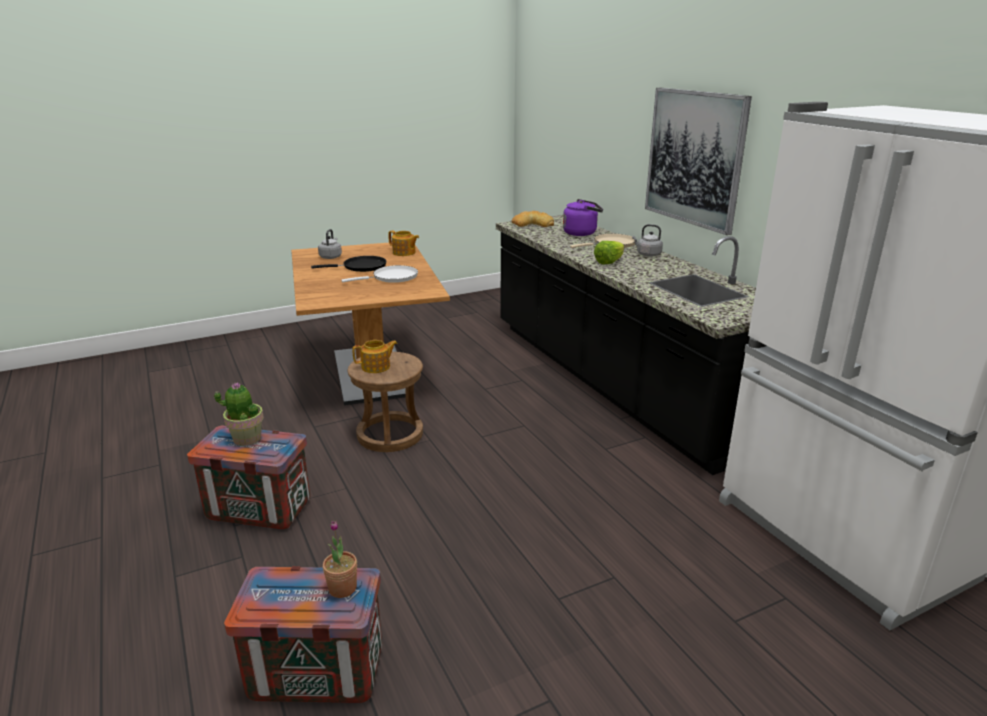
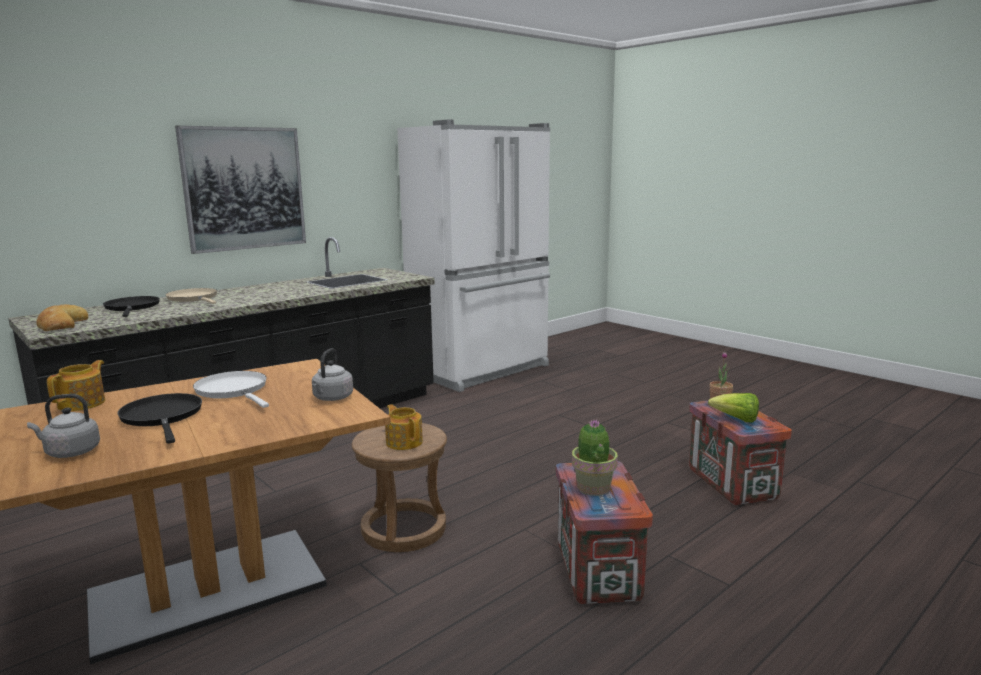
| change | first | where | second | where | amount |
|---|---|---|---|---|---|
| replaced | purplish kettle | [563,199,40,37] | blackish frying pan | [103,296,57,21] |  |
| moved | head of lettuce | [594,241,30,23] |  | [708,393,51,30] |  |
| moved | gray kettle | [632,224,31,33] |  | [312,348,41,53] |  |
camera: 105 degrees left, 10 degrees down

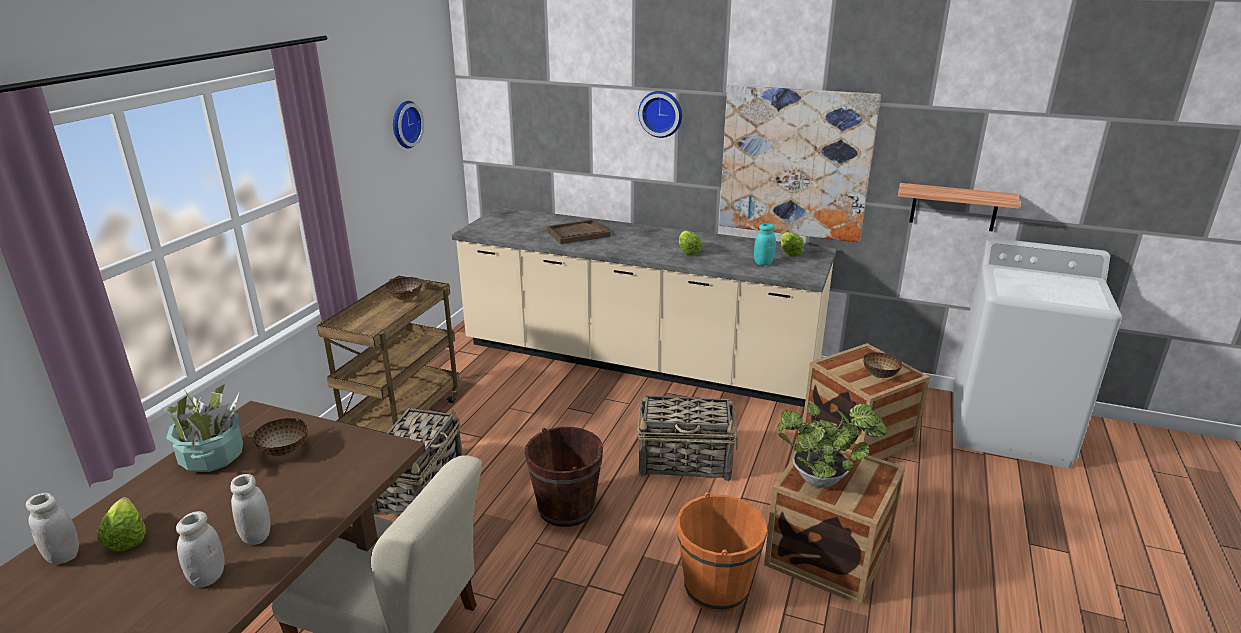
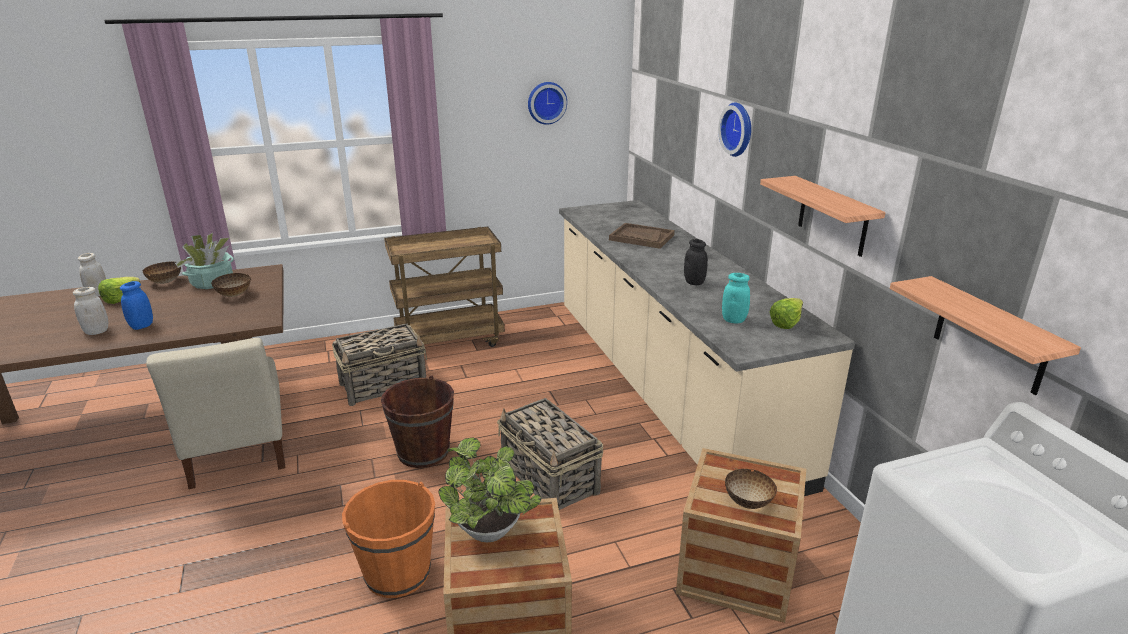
| change | first | where | second | where | amount |
|---|---|---|---|---|---|
| recoloured | white-coloured preserve jar | [230,474,40,71] | bluish preserve jar | [120,281,33,49] |  |
| moved | bowl | [386,277,36,23] |  | [143,262,38,22] |  |
| replaced | head of lettuce | [679,231,22,24] | blackish preserve jar | [684,239,24,46] |  |
| replaced | picture | [719,85,162,157] | wall shelf | [760,176,126,81] |  |
camera: 50 degrees right, 0 degrees up

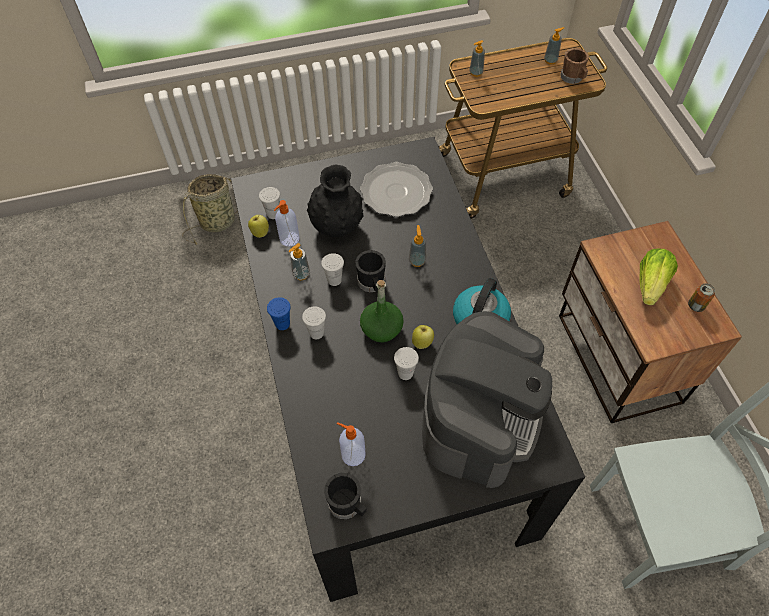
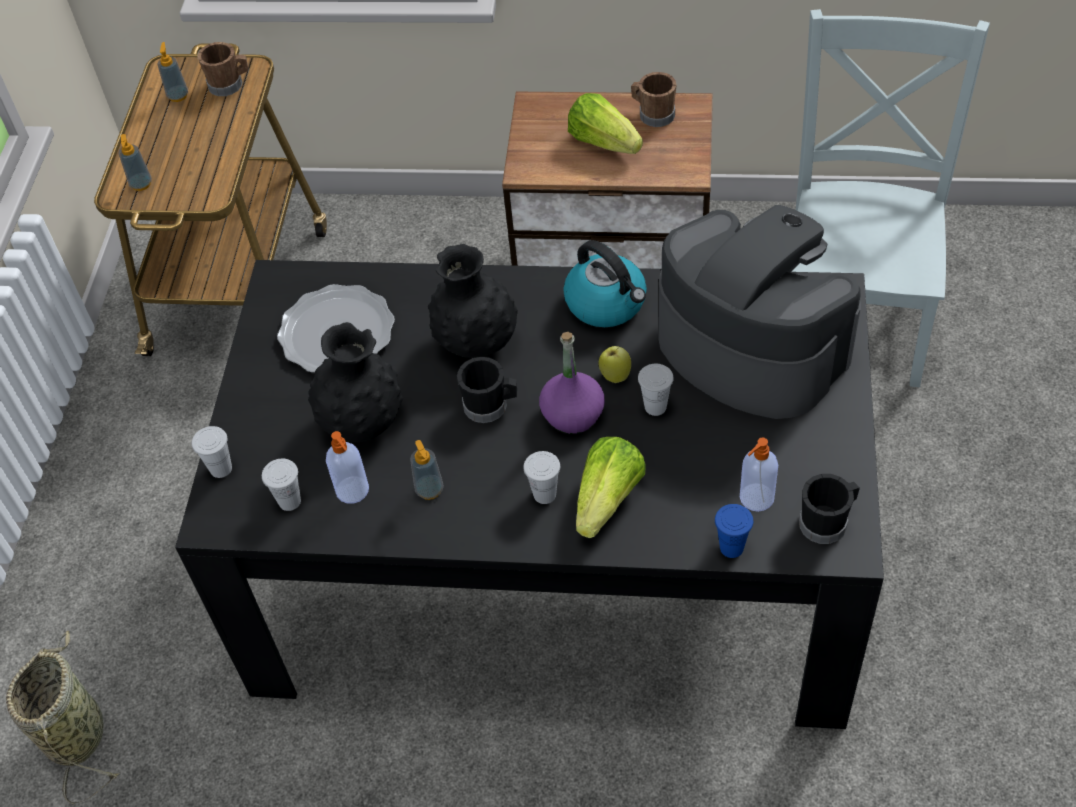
| change | first | where | second | where | amount |
|---|---|---|---|---|---|
| removed | apple | [248,215,21,23] |  |  |  |
| moved | bluish drinking cup | [267,297,24,33] |  | [715,504,38,54] |  |
| moved | white-coloured drinking cup | [321,253,23,33] |  | [192,426,40,52] |  |
| recoloured | green drink bottle | [360,280,44,63] | purplish drink bottle | [539,332,66,102] |  |
| replaced | liquid soap bottle | [409,225,17,42] | blackish vase | [428,244,90,114] |  |
| replaced | sealed can | [688,283,27,29] | brown coffee mug | [631,72,45,55] |  |
| added |  |  | head of lettuce | [576,437,69,101] |  |
camera: 65 degrees left, 5 degrees down

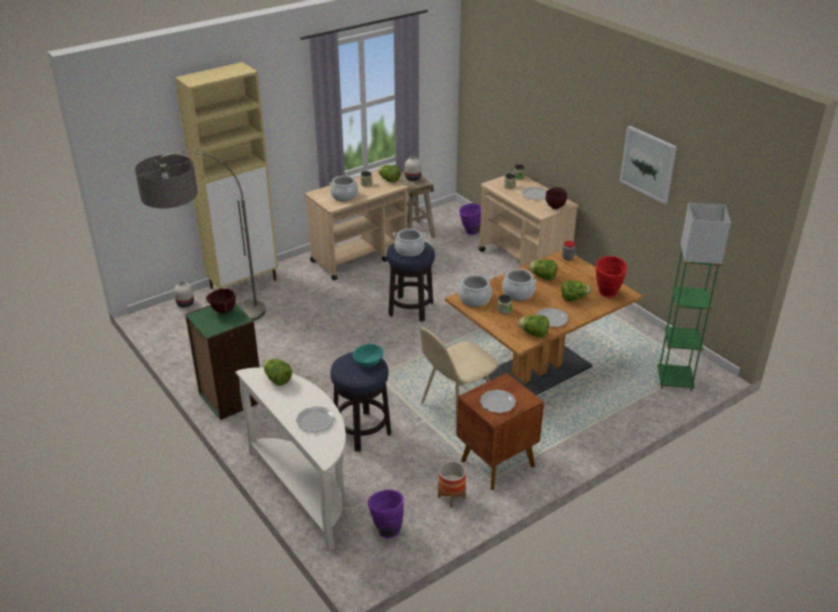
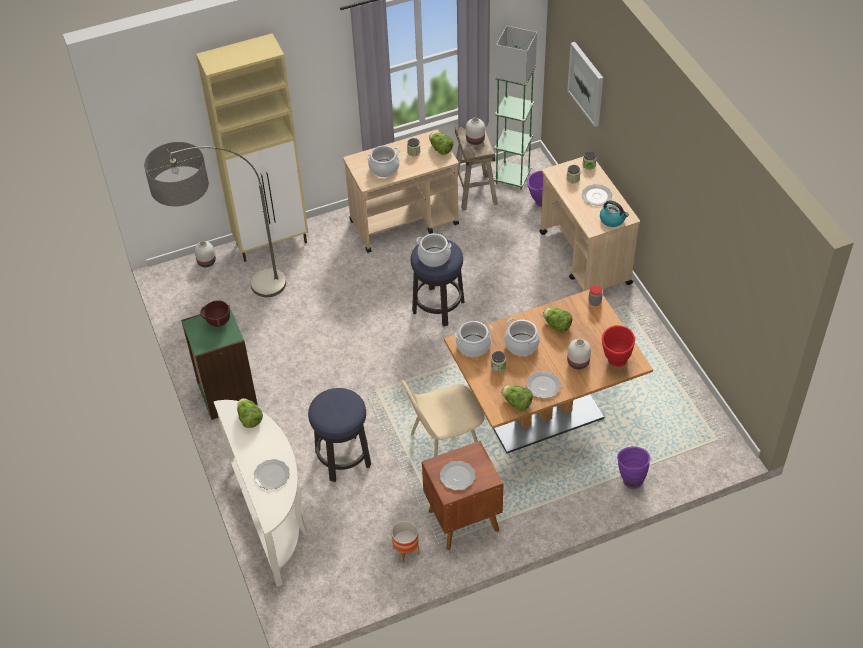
| change | first | where | second | where | amount |
|---|---|---|---|---|---|
| removed | blue-green bowl | [353,344,31,23] |  |  |  |
| moved | purplish vase | [368,489,36,49] |  | [617,446,34,43] |  |
| replaced | brown bowl | [546,187,21,22] | kettle | [600,200,29,27] |  |
| replaced | head of lettuce | [561,280,30,22] | white-coloured vase | [567,339,24,30] |  |
| moved | picture | [620,126,57,77] |  | [567,42,36,85] |  |
| moved | green floor lamp | [657,203,74,188] |  | [494,26,43,164] |  |
camera: 15 degrees right, 15 degrees up

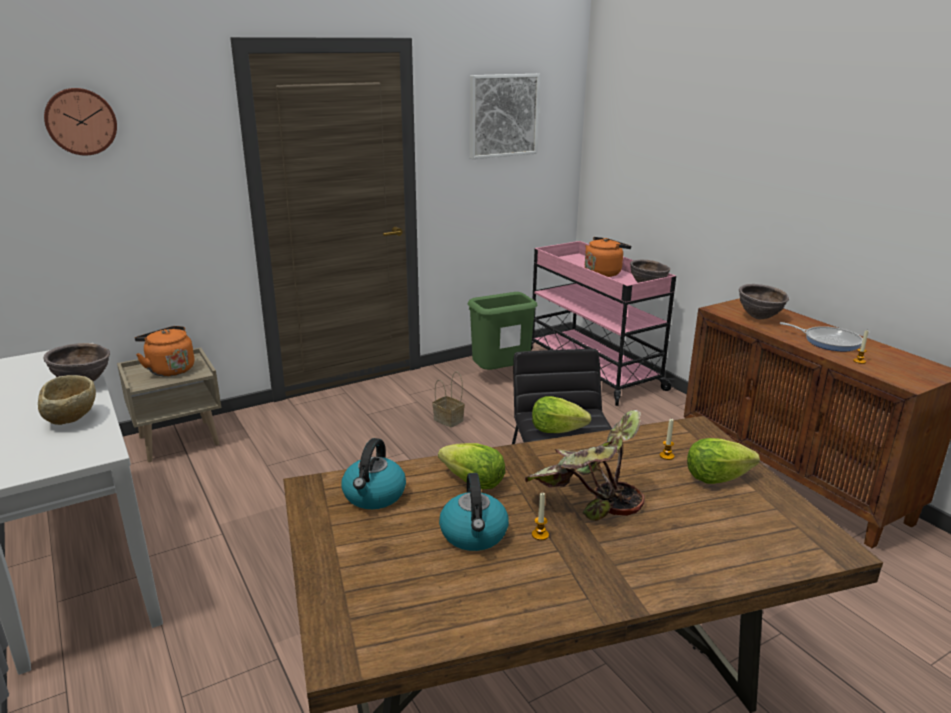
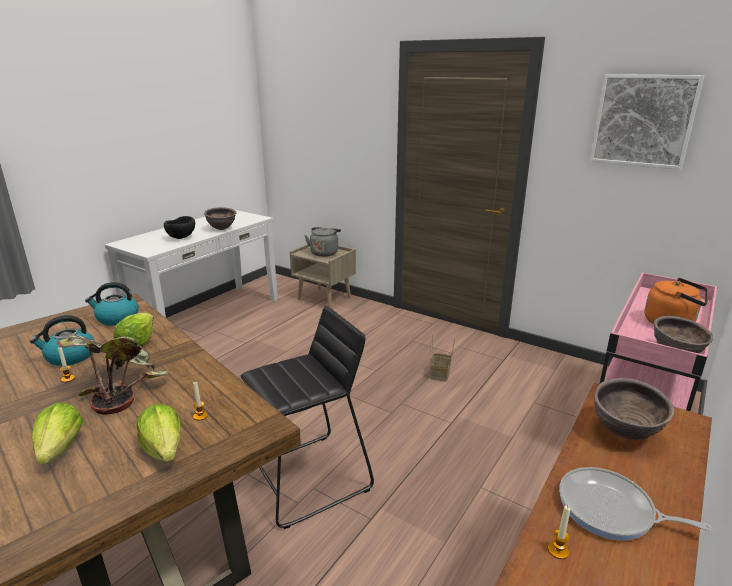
| change | first | where | second | where | amount |
|---|---|---|---|---|---|
| recoloured | beige bowl | [38,375,58,50] | blackish bowl | [164,216,31,23] |  |
| removed | hanging clock | [44,88,73,67] |  |  |  |
| recoloured | orange-coloured kettle | [135,326,59,50] | gray kettle | [305,227,36,30] |  |
| removed | green waste bin | [468,292,69,78] |  |  |  |
| moved | head of lettuce | [532,396,59,37] |  | [32,403,52,61] |  |
| turned | frying pan | [780,322,83,30] |  | [559,467,153,74] | 105 degrees clockwise |
camera: 65 degrees right, 0 degrees up

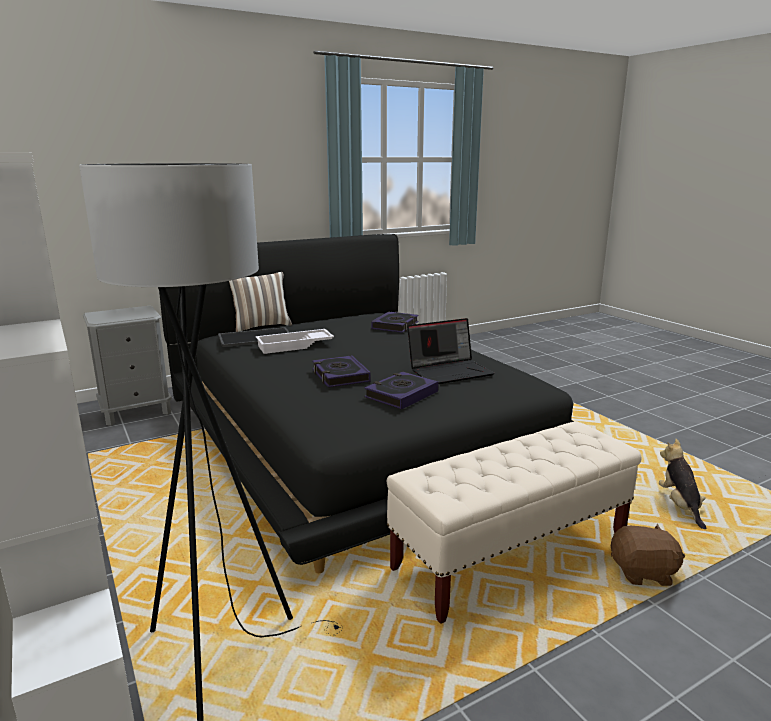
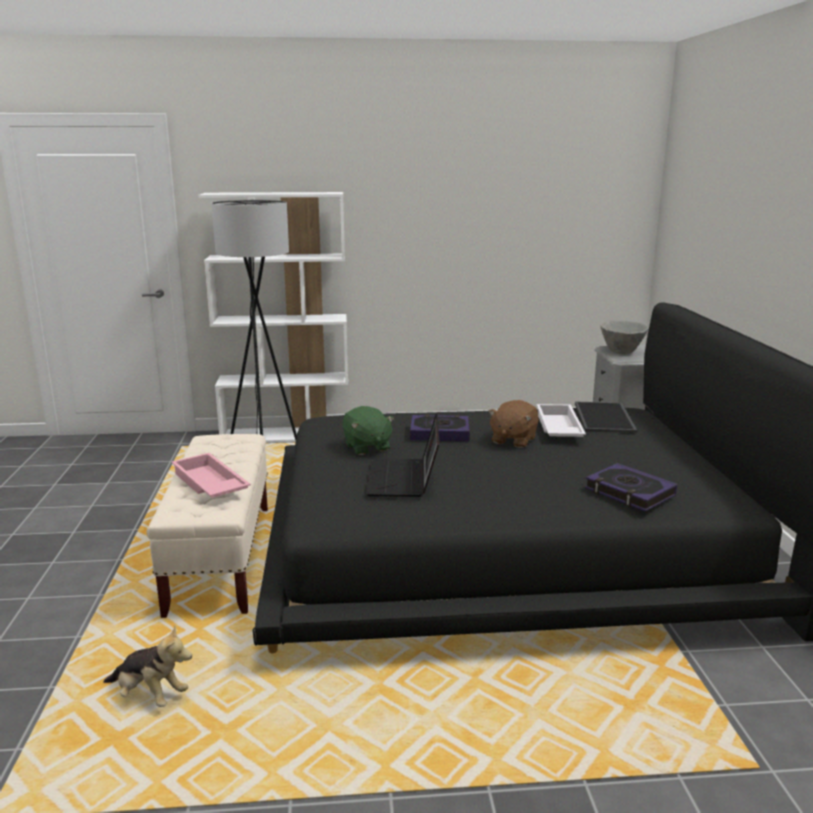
| change | first | where | second | where | amount |
|---|---|---|---|---|---|
| removed | throw pillow | [229,272,63,60] |  |  |  |
| replaced | volume | [364,372,75,38] | green soft toy | [343,406,52,49] |  |
| moved | brown soft toy | [611,523,74,63] |  | [488,400,51,48] |  |
| added |  |  | pink-coloured tray | [172,453,79,45] |  |
| added |  |  | gray bowl | [601,321,48,33] |  |
camera: 115 degrees right, 0 degrees up

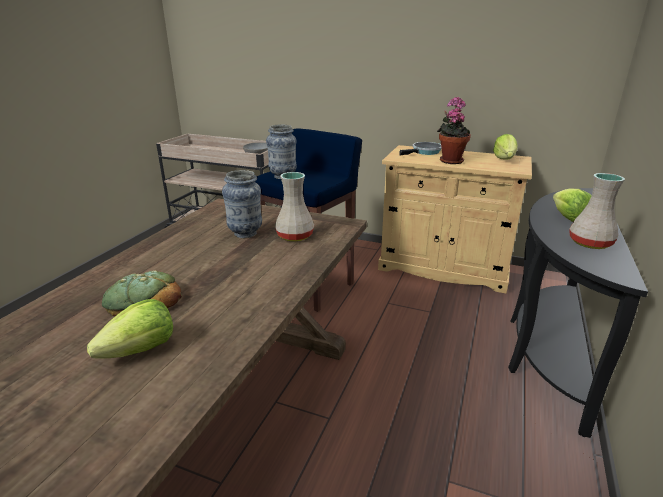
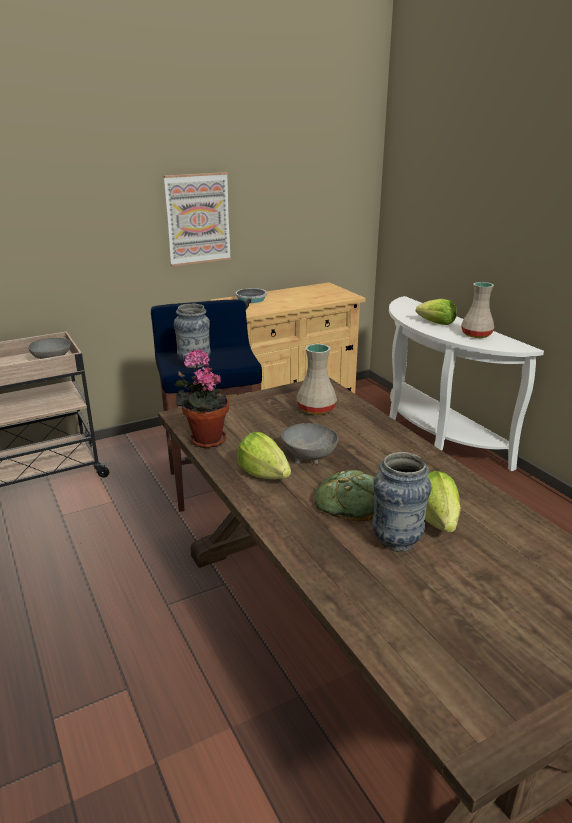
| change | first | where | second | where | amount |
|---|---|---|---|---|---|
| moved | vase | [222,170,40,68] |  | [372,452,60,100] |  |
| moved | potted plant | [437,97,34,67] |  | [175,349,54,99] |  |
| moved | head of lettuce | [493,134,24,26] |  | [237,432,54,48] |  |
| recoloured | blackish hall table | [508,188,140,250] | white-coloured hall table | [389,296,155,175] |  |
| added |  |  | picture | [163,172,68,94] |  |
| added |  |  | gray bowl | [281,423,57,42] |  |
camera: 50 degrees left, 0 degrees up

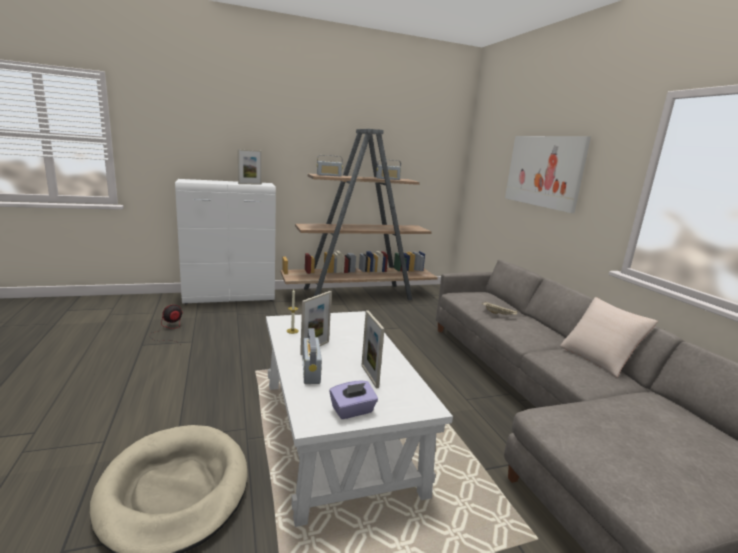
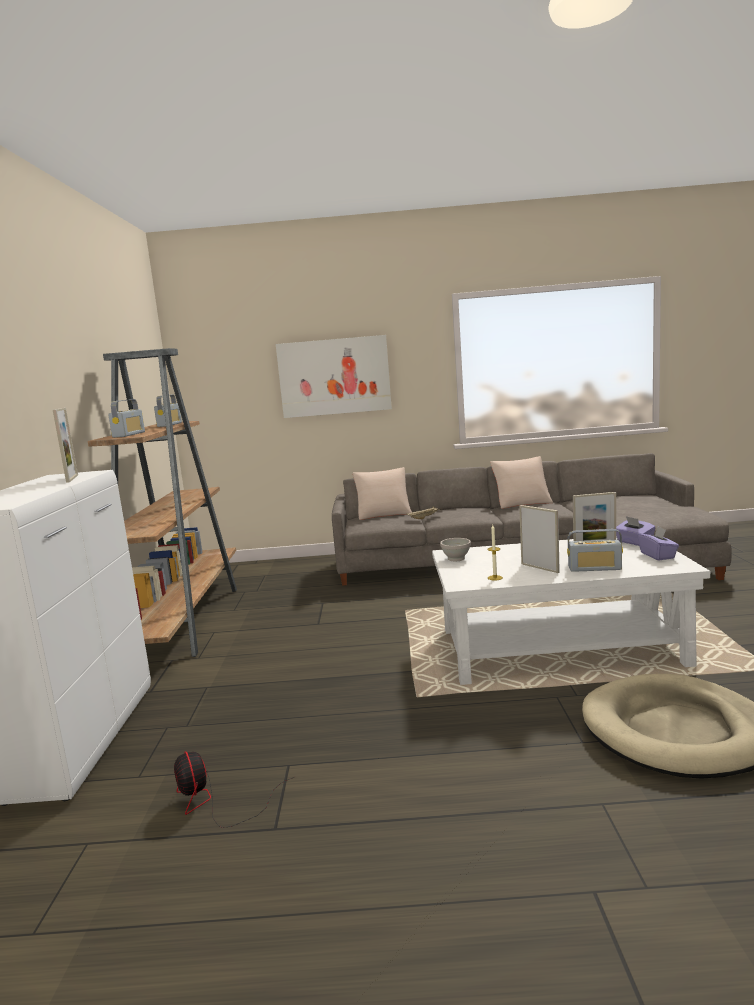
| change | first | where | second | where | amount |
|---|---|---|---|---|---|
| added |  |  | beige throw pillow | [353,467,59,53] |  |
| added |  |  | white-coloured bowl | [440,538,31,23] |  |
| added |  |  | purplish tissue box | [616,516,40,30] |  |
camera: 70 degrees left, 5 degrees down

